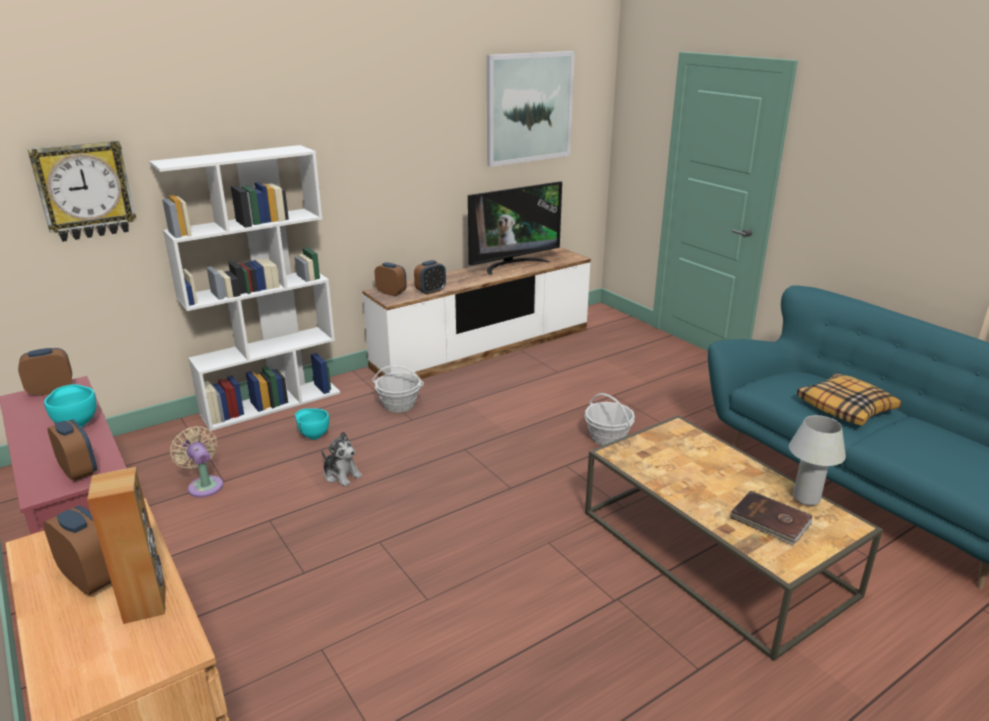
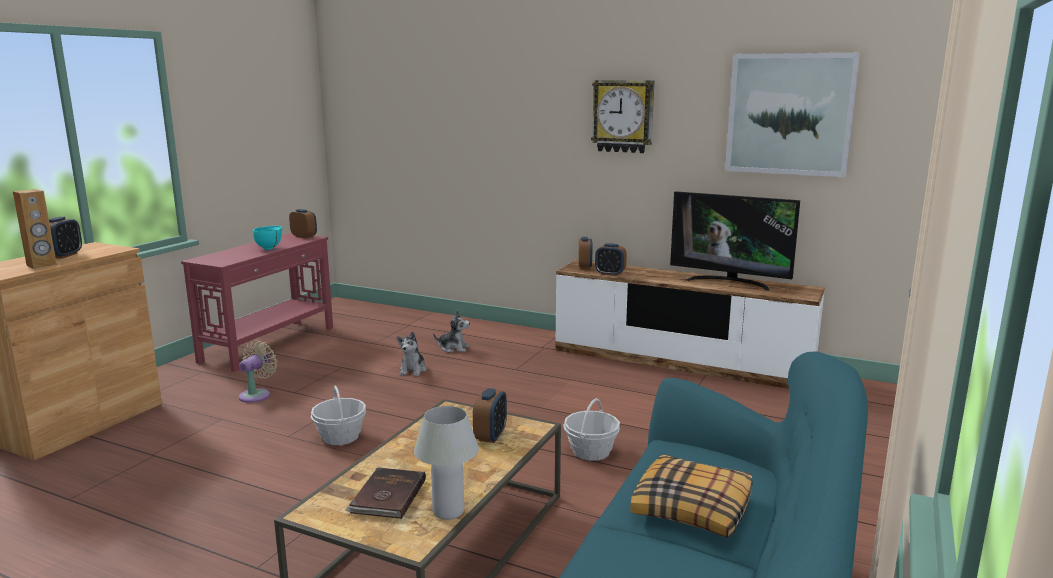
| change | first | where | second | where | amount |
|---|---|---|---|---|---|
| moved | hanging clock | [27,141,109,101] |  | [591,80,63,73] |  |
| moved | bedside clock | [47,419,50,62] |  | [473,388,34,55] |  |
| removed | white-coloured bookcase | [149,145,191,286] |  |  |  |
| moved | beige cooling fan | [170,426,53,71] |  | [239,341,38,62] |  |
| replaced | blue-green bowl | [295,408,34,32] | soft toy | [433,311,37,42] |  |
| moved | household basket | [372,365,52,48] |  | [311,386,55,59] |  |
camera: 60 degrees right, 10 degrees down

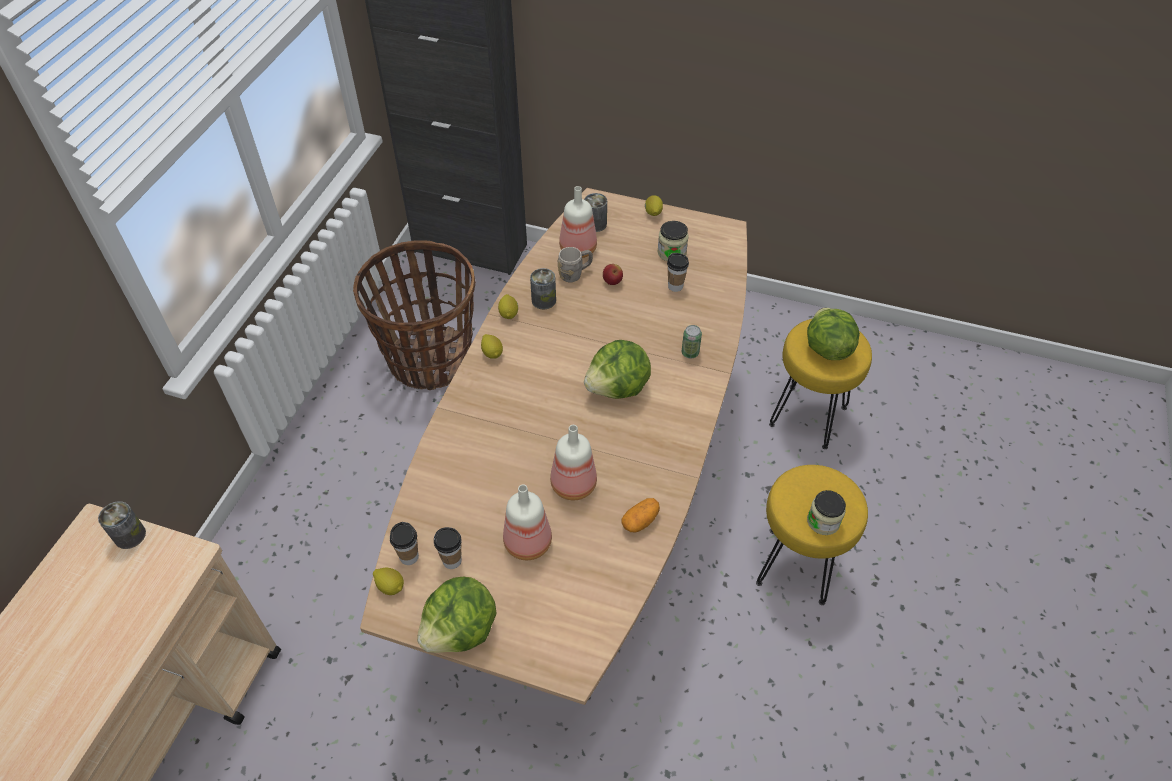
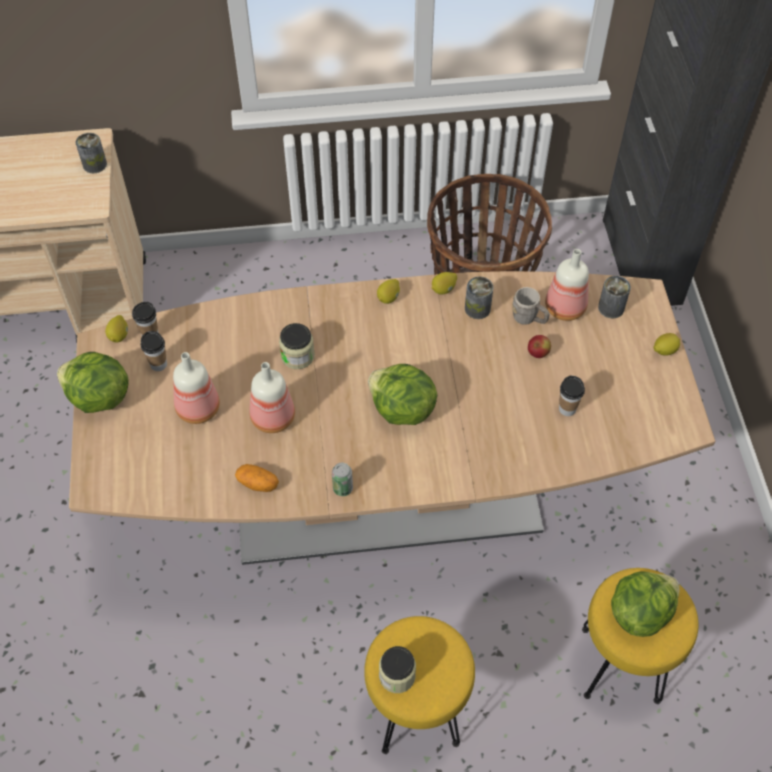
| change | first | where | second | where | amount |
|---|---|---|---|---|---|
| moved | preserve jar | [657,221,32,40] |  | [279,323,36,46] |  |
| moved | sealed can | [682,325,20,33] |  | [332,463,21,33] |  |
camera: 65 degrees right, 5 degrees up

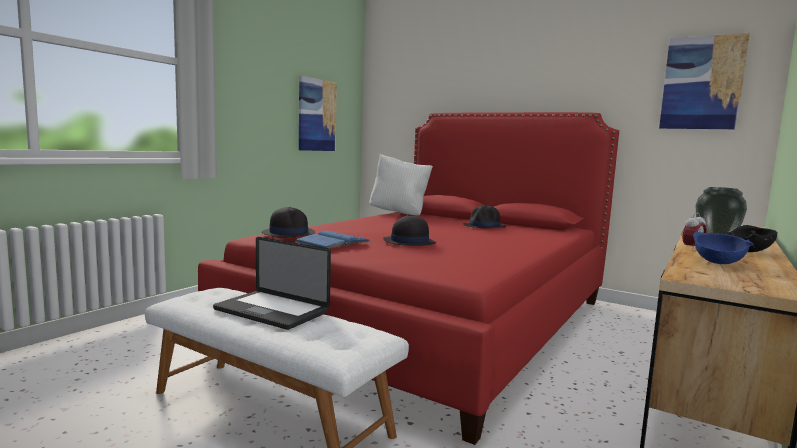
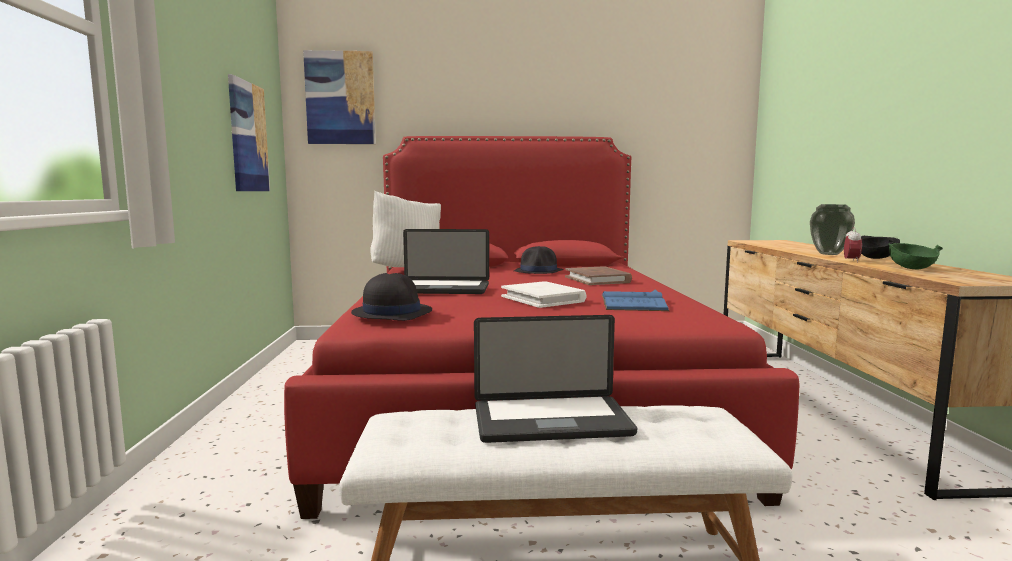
| change | first | where | second | where | amount |
|---|---|---|---|---|---|
| moved | bluish volume | [294,230,77,19] |  | [602,289,67,22] |  |
| replaced | blackish clothing hat | [383,215,53,31] | white-coloured volume | [501,281,86,27] |  |
| moved | picture | [659,33,91,96] |  | [303,50,73,94] |  |
| recoloured | bluish bowl | [693,232,61,32] | green bowl | [889,243,54,26] |  |
| added |  |  | notebook computer | [403,229,86,65] |  |
| added |  |  | brown volume | [565,266,67,19] |  |
camera: 35 degrees left, 0 degrees up

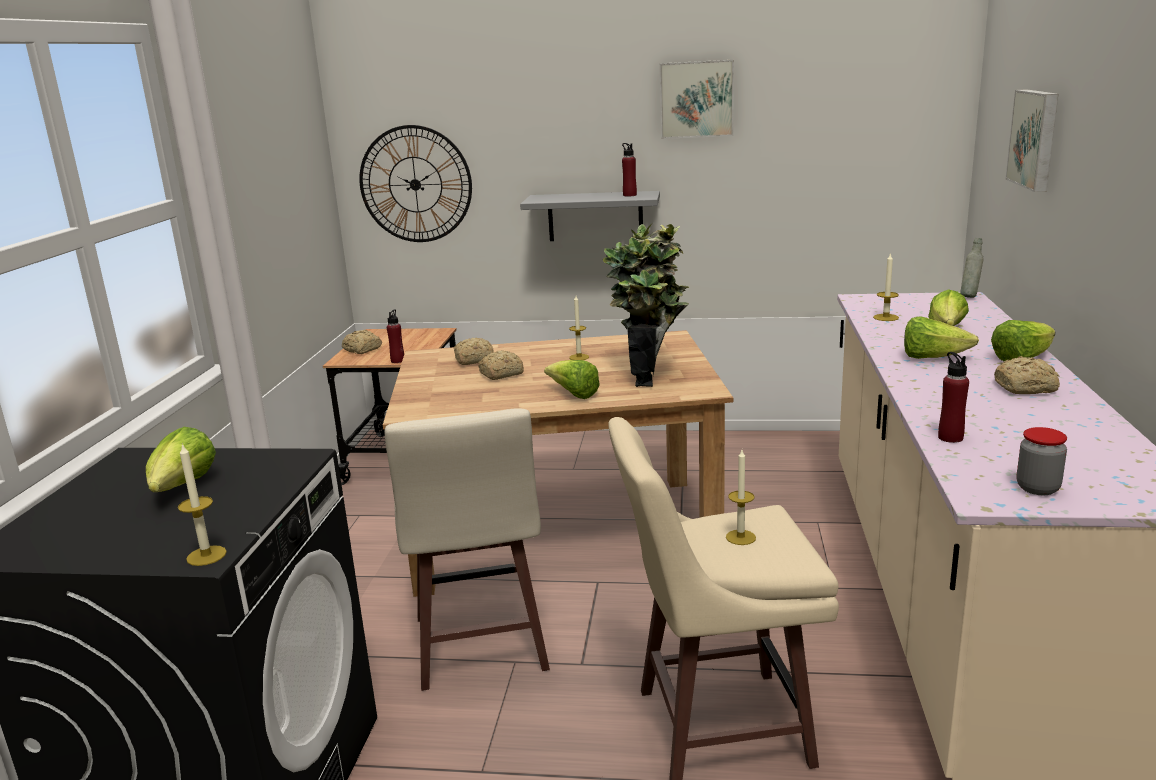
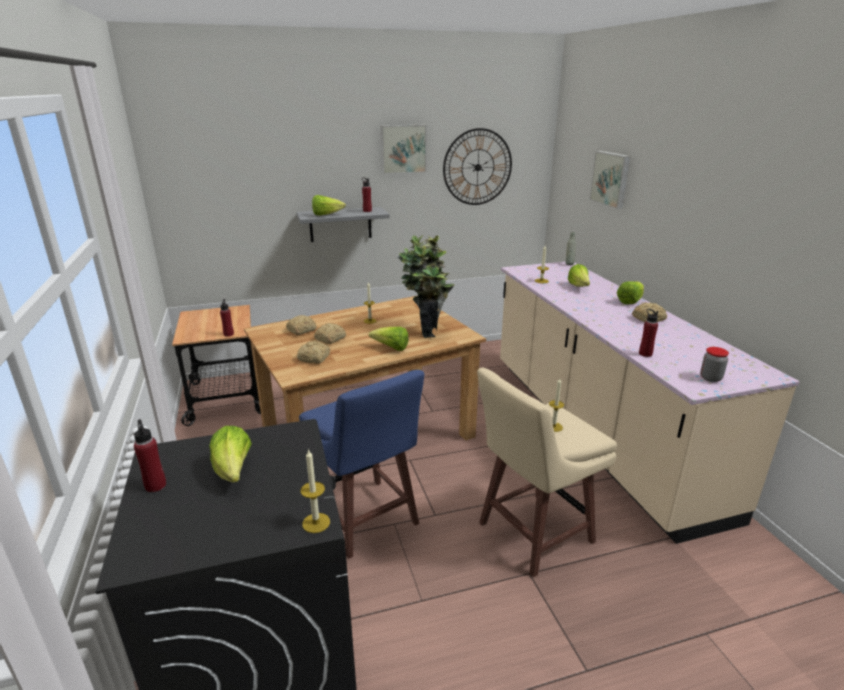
| change | first | where | second | where | amount |
|---|---|---|---|---|---|
| moved | bakery bread | [342,330,40,24] |  | [297,341,33,23] |  |
| moved | hanging clock | [359,125,113,117] |  | [443,128,69,77] |  |
| recoloured | beige stool seat | [385,408,165,283] | bluish stool seat | [299,370,125,189] |  |
| moved | head of lettuce | [904,316,75,43] |  | [312,195,34,21] |  |
| added |  |  | reddish drink bottle | [134,419,32,73] |  |
camera: 25 degrees left, 5 degrees up

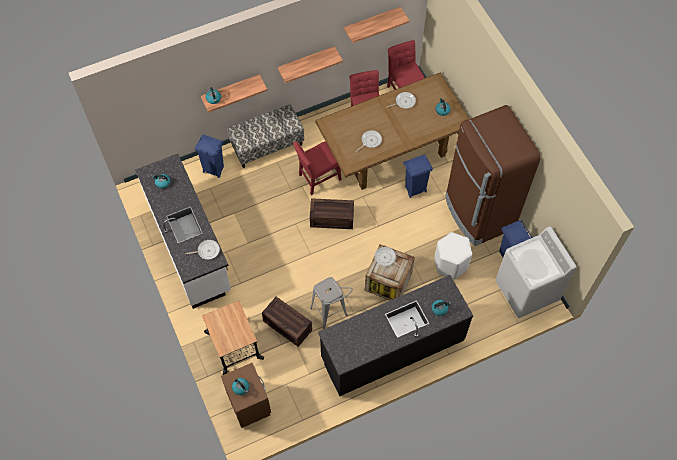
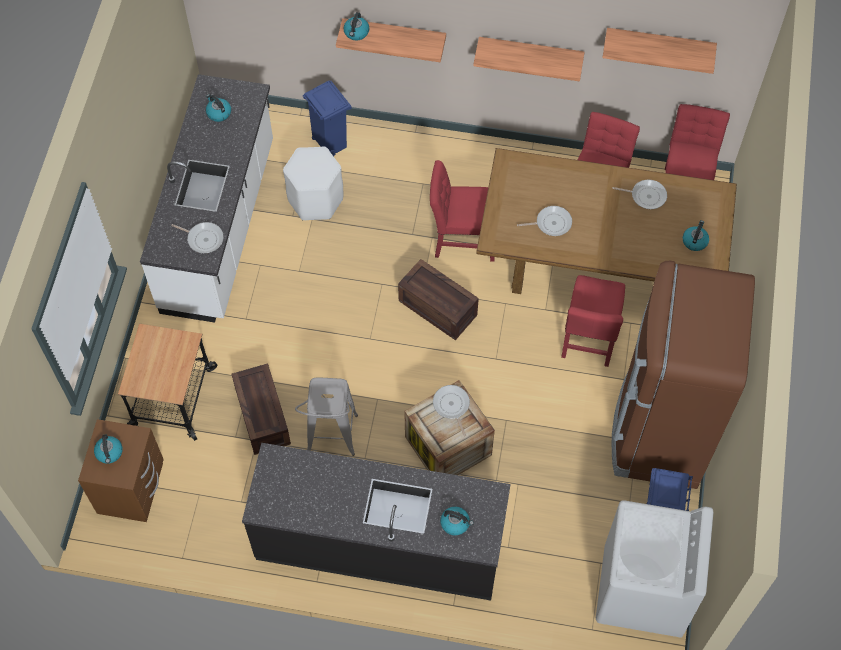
| change | first | where | second | where | amount |
|---|---|---|---|---|---|
| removed | bench | [227,105,77,63] |  |  |  |
| replaced | bluish waste bin | [403,154,30,44] | reddish plain chair | [561,275,64,92] |  |
| moved | white-coloured stool seat | [434,232,38,47] |  | [283,147,60,73] |  |
camera: 35 degrees right, 0 degrees up

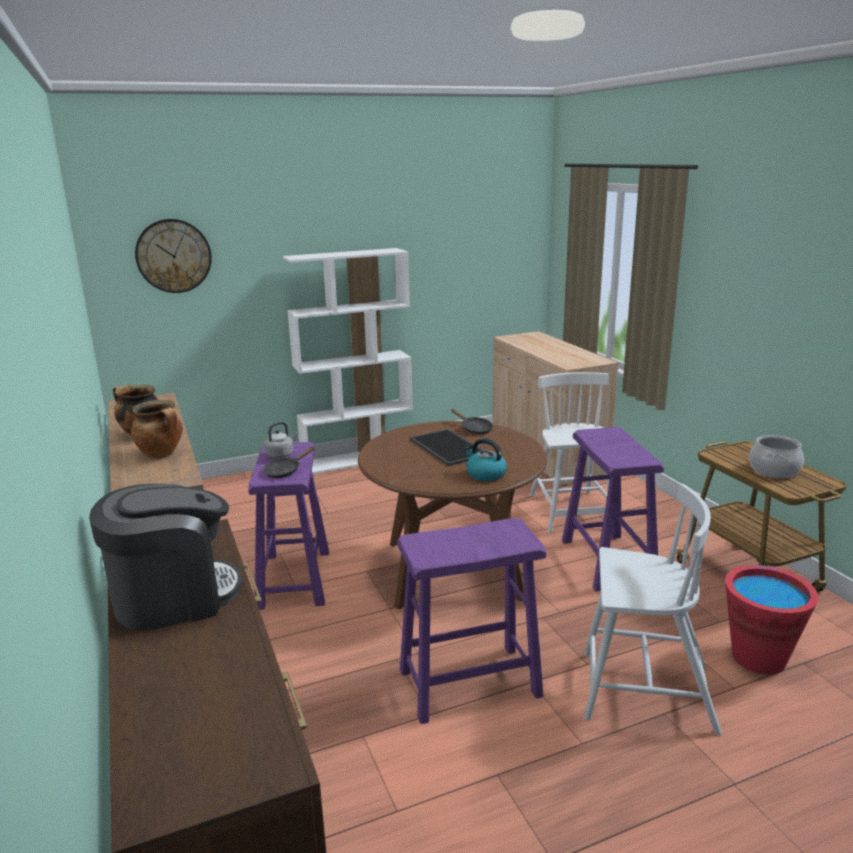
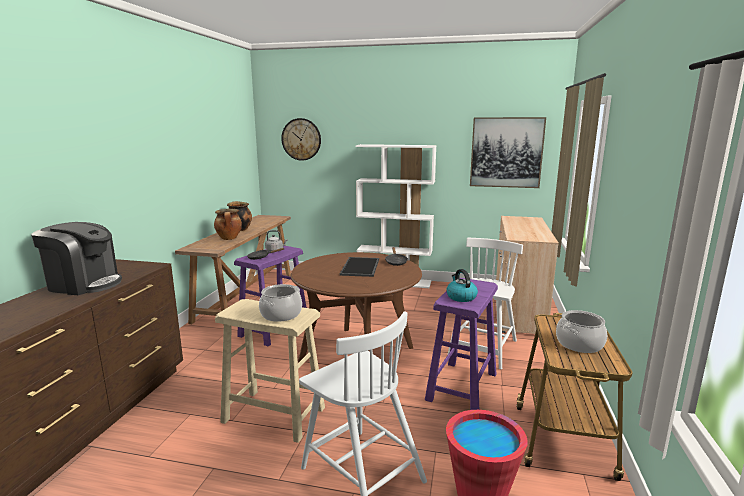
| change | first | where | second | where | amount |
|---|---|---|---|---|---|
| recoloured | purplish stool seat | [397,518,149,206] | beige stool seat | [215,299,110,144] |  |
| moved | kettle | [464,438,43,43] |  | [446,269,32,33] |  |
| added |  |  | saucepot | [259,284,43,38] |  |
| added |  |  | picture | [470,117,76,71] |  |
camera: 35 degrees right, 5 degrees down

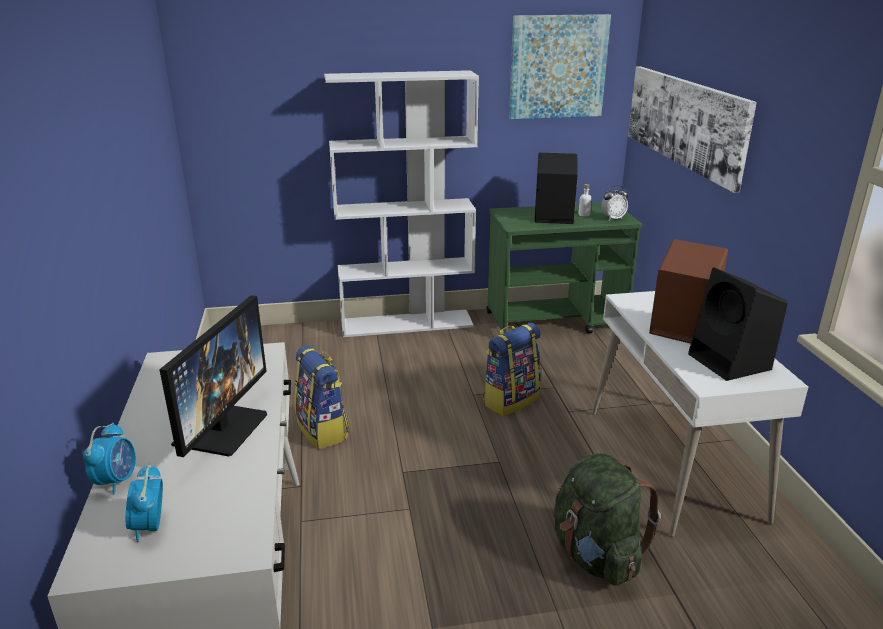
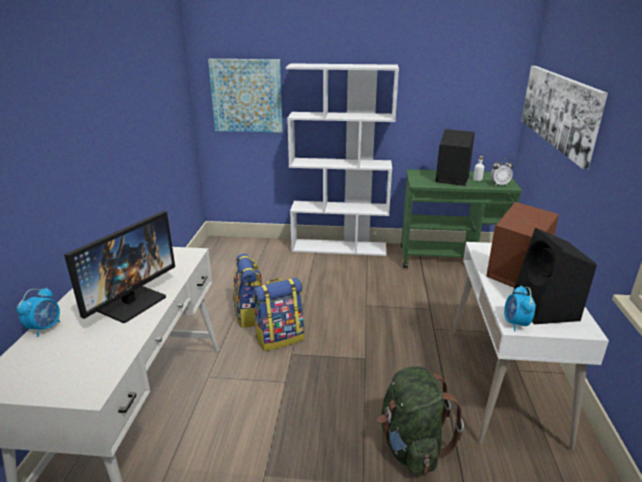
| change | first | where | second | where | amount |
|---|---|---|---|---|---|
| moved | bedside clock | [126,463,37,79] |  | [504,286,32,45] |  |
| moved | rucksack | [483,323,58,93] |  | [254,278,50,73] |  |
| moved | picture | [509,14,102,105] |  | [208,59,75,73] |  |
camera: 15 degrees right, 0 degrees up

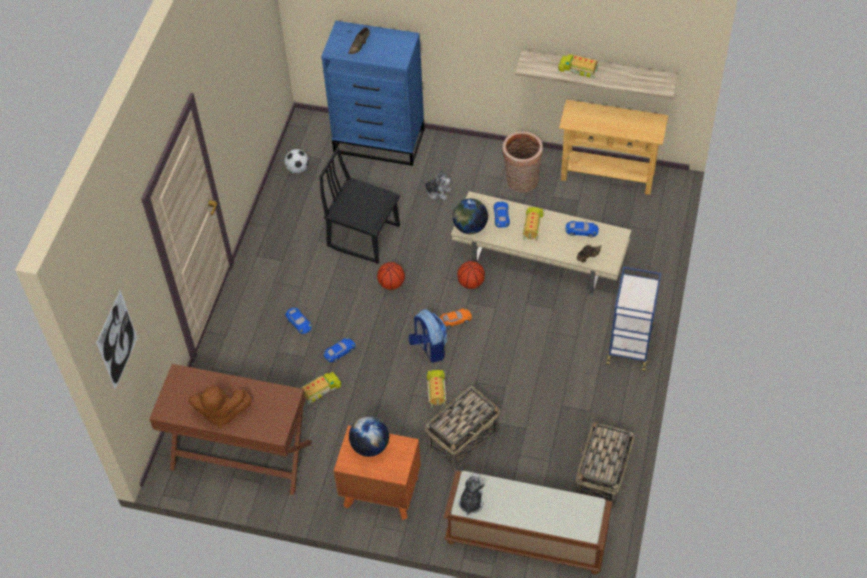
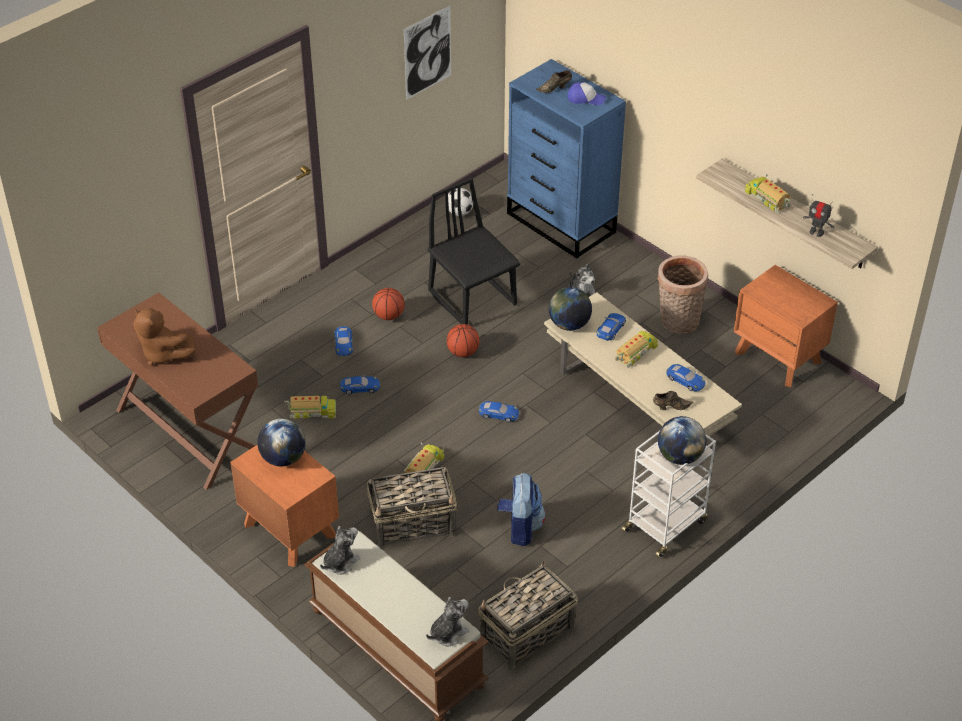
| change | first | where | second | where | amount |
|---|---|---|---|---|---|
| moved | picture | [96,290,42,99] |  | [404,6,47,94] |  |
| moved | rucksack | [408,309,39,54] |  | [497,473,49,73] |  |
| recoloured | orange-coloured toy car | [439,308,33,20] | bluish toy car | [479,401,40,21] |  |
| moved | basketball | [457,261,28,28] |  | [372,288,33,32] |  |
| replaced | beige hall table | [559,99,109,96] | orange-coloured night table | [734,265,104,122] |  |
| recoloured | bluish trolley | [606,266,55,105] | white-coloured trolley | [621,416,95,141] |  |
| added |  |  | soft toy | [426,597,43,50] |  |
| added |  |  | baseball cap | [568,82,38,23] |  |
| added |  |  | desk globe | [658,416,48,49] |  |
| added |  |  | toy robot | [803,194,31,43] |  |
camera: 30 degrees right, 10 degrees down

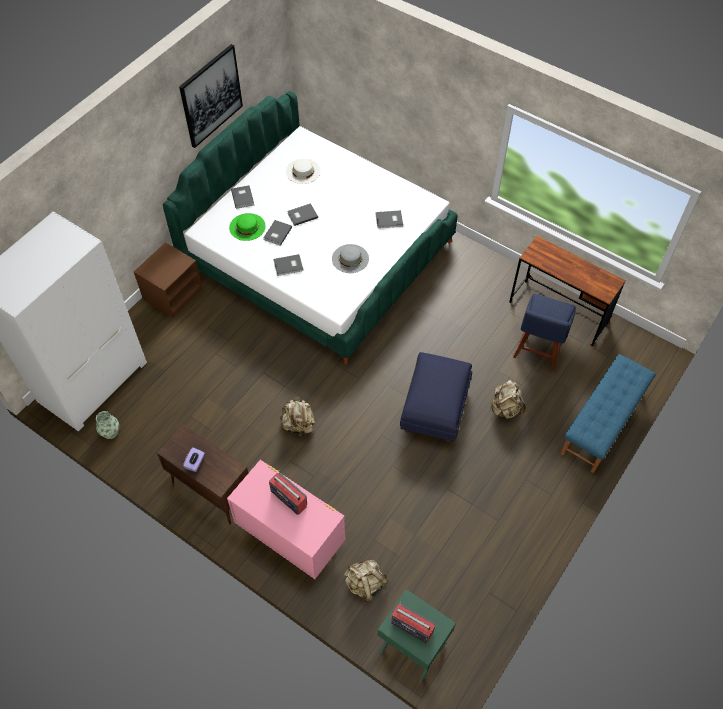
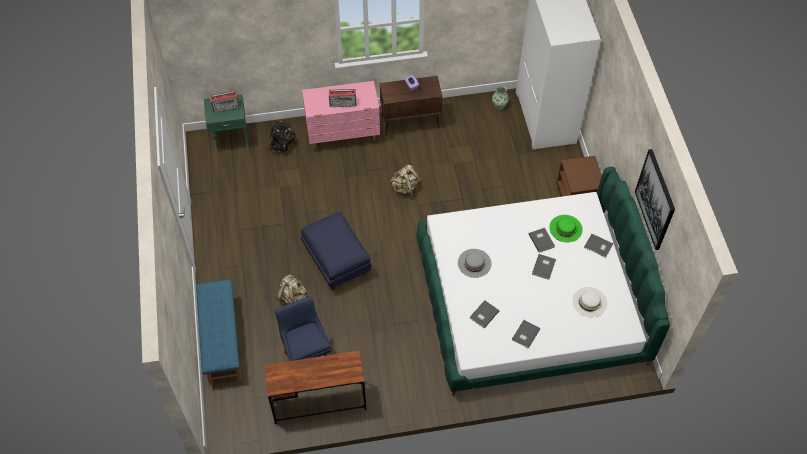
| change | first | where | second | where | amount |
|---|---|---|---|---|---|
| moved | gray volume | [273,254,30,22] |  | [512,320,28,28] |  |
| recoloured | beige rucksack | [344,560,44,42] | blackish rucksack | [269,121,26,33] |  |
camera: 135 degrees right, 0 degrees up

